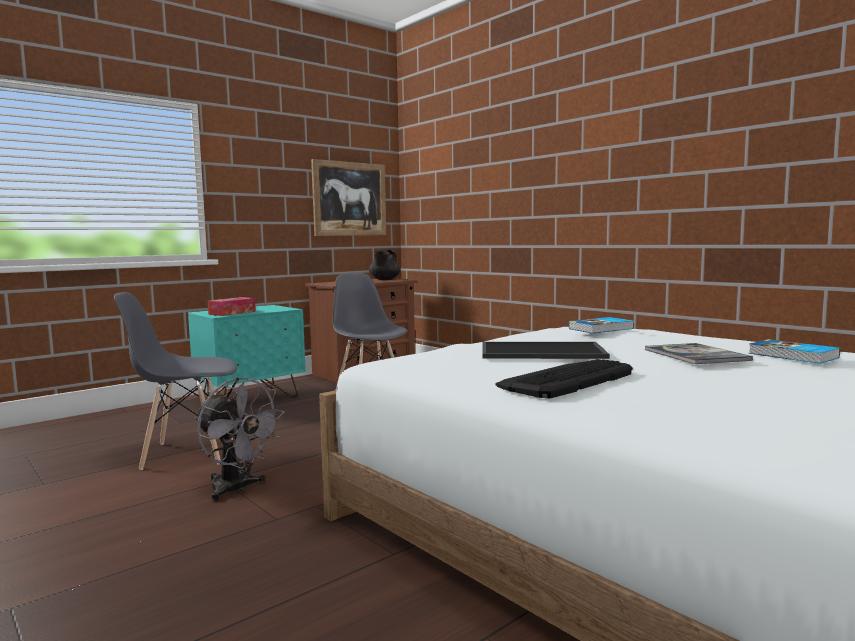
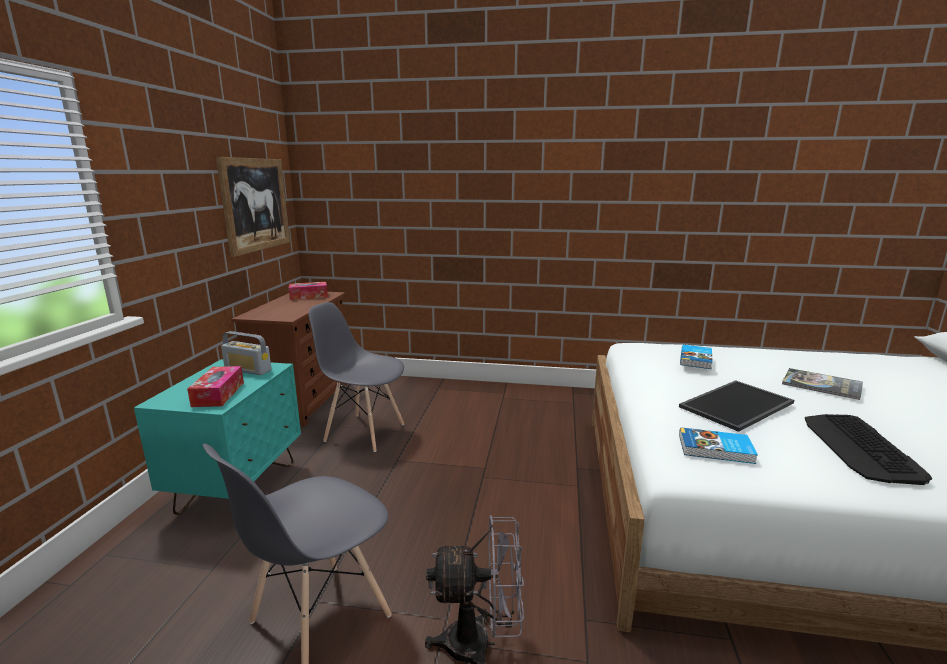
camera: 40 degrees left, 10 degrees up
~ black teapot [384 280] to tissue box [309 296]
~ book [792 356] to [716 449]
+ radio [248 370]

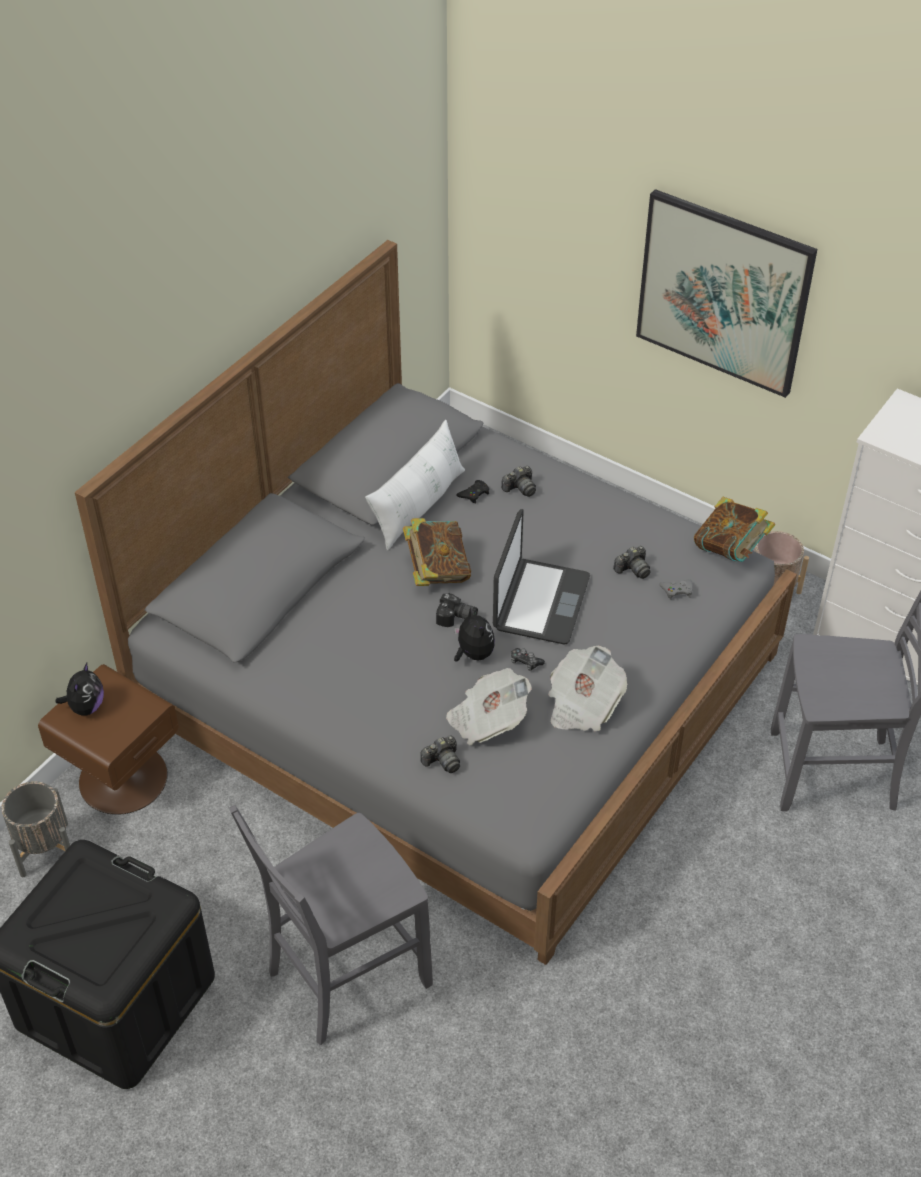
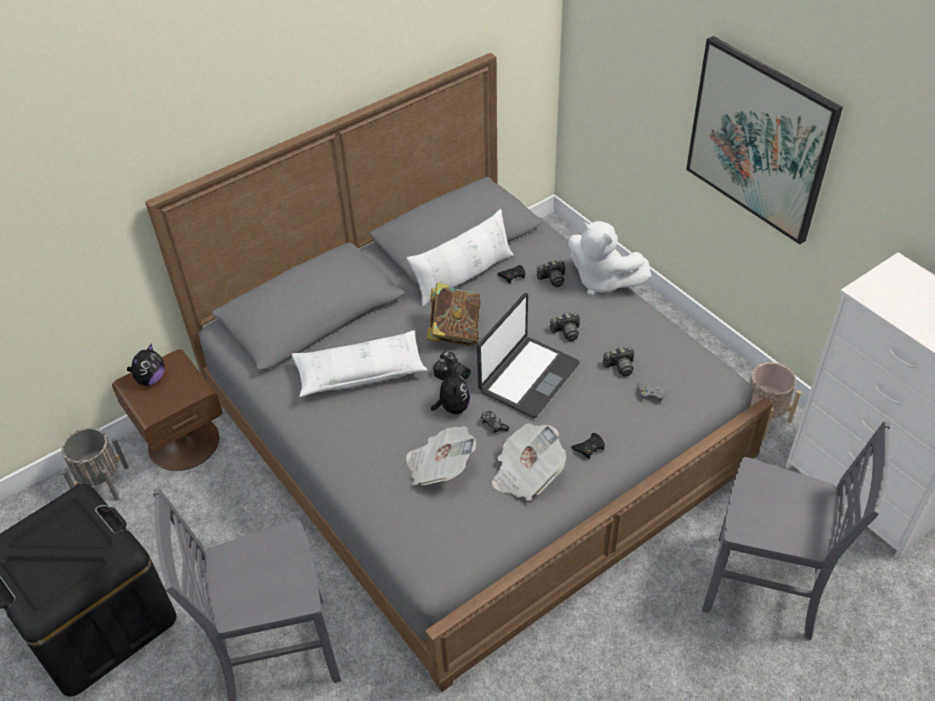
camera: 20 degrees right, 0 degrees up
~ photo camera [442 761] to [566 332]
- book [730 550]
+ white pillow [360 372]
+ white plush toy [602 281]
+ black game controller [589 447]

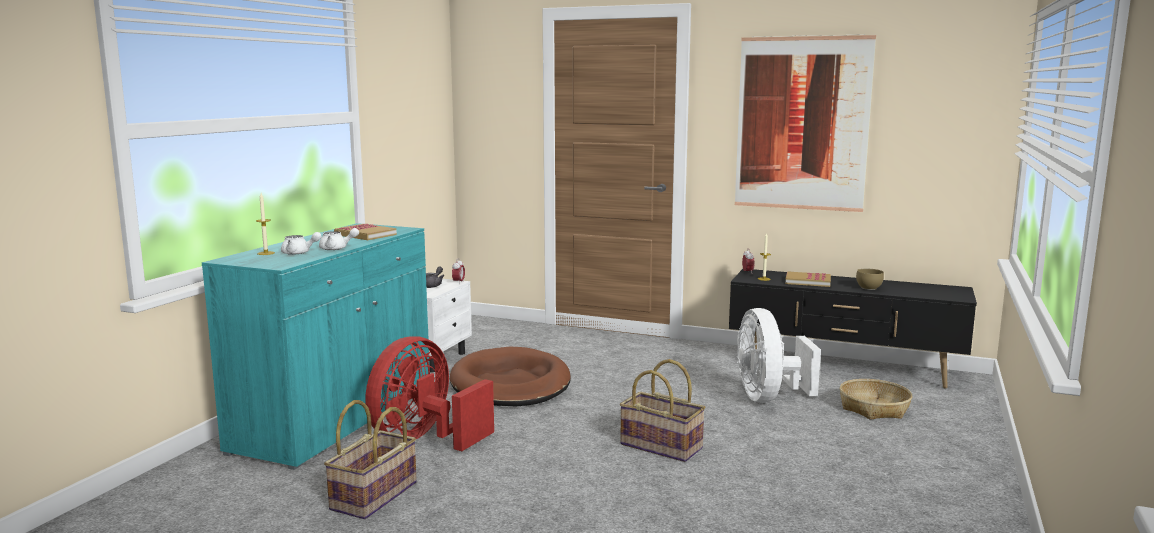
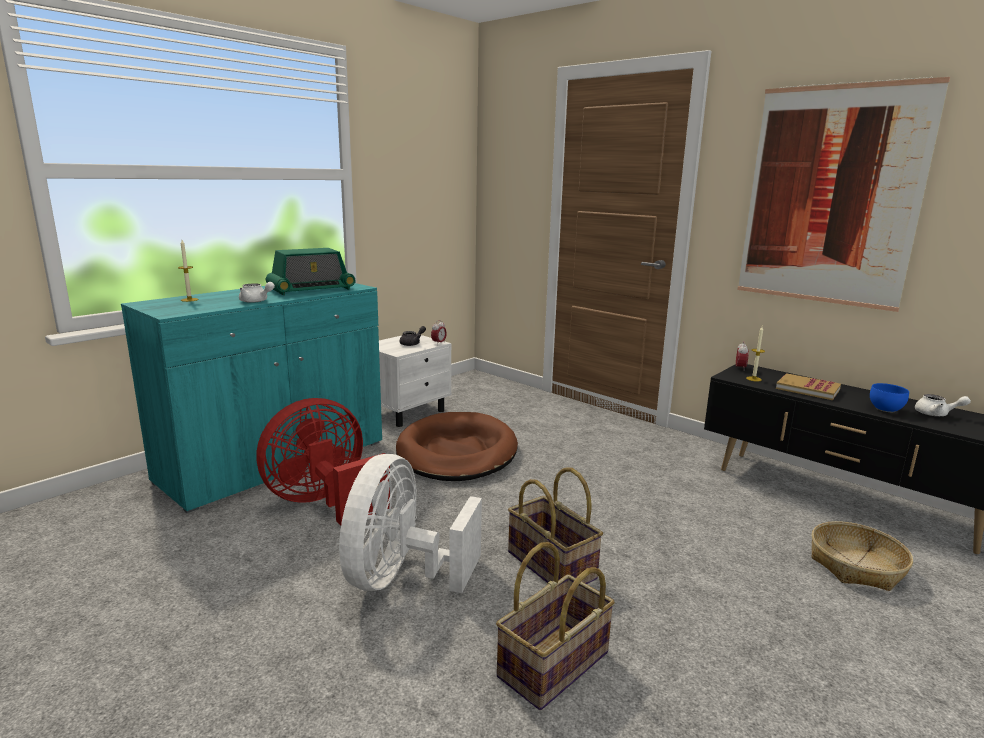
camera: 20 degrees right, 5 degrees up
~ white teapot [299 253] to [936 414]
~ basket [375 496] to [554 666]
~ book [365 235] to radio [311 289]
~ white fan [768 397] to [401 578]
~ brown bowl [869 288] to blue bowl [885 409]

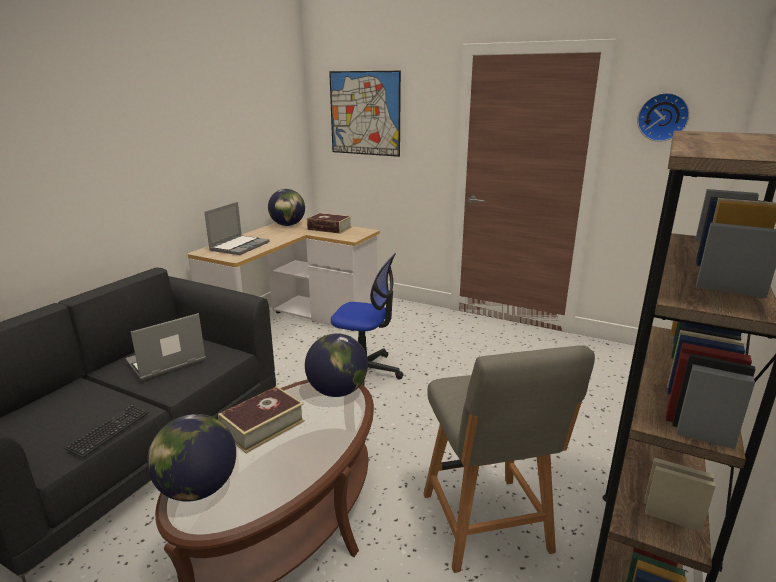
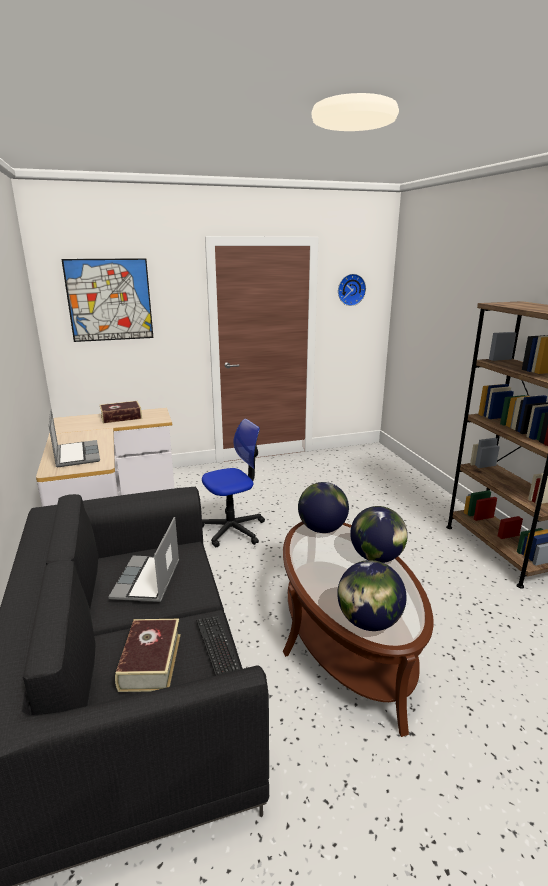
camera: 45 degrees left, 0 degrees up
~ book [263 426] to [150 661]
~ globe [288 225] to [376 557]
- grey chair [487 526]

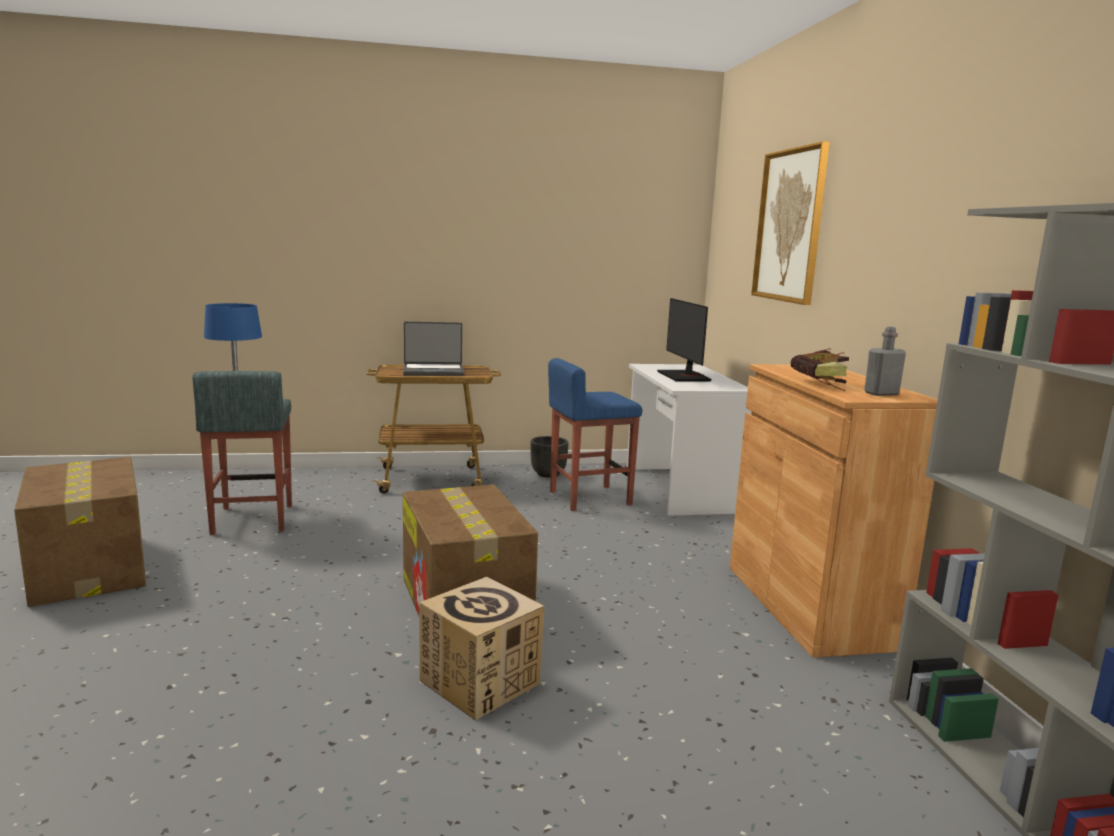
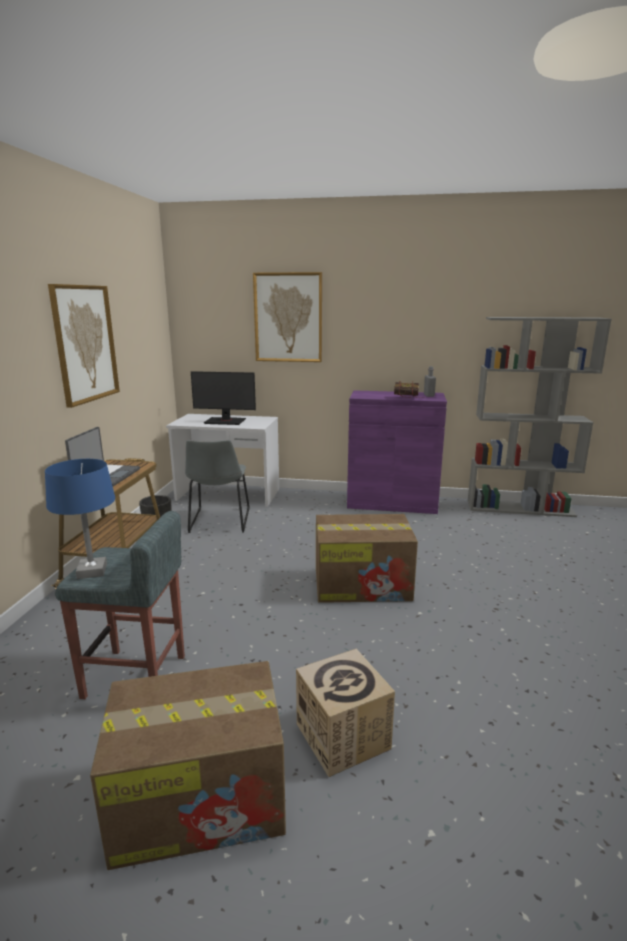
camera: 70 degrees left, 5 degrees up
~ cardboard box [480 682] to [342 736]
~ blue stool [588 498] to grey chair [219 521]
~ brown cabinet [808 605] to purple cabinet [392 503]
+ picture [85 344]

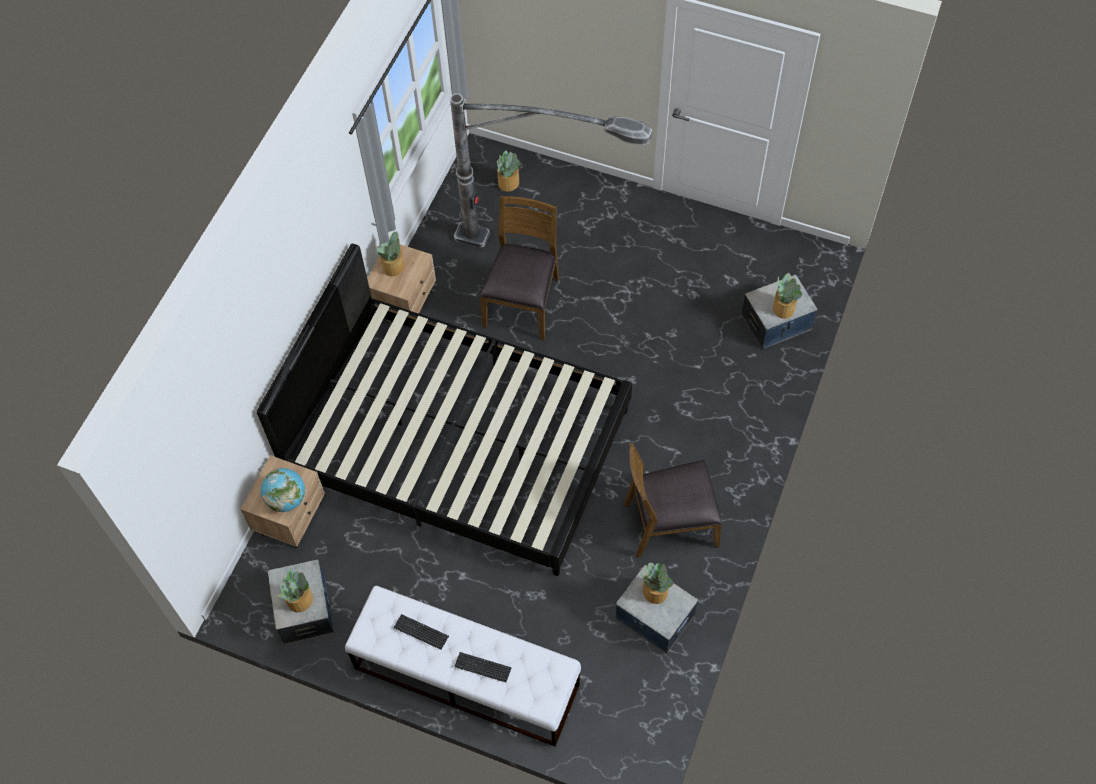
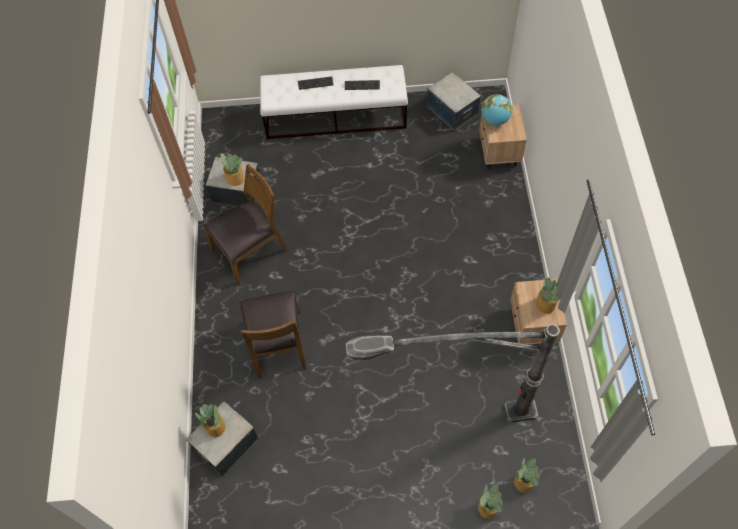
camera: 155 degrees right, 0 degrees up
- black bed [459 443]
~ potted plant [299 600] to [488 507]
~ brown chair [523 302] to [277 344]

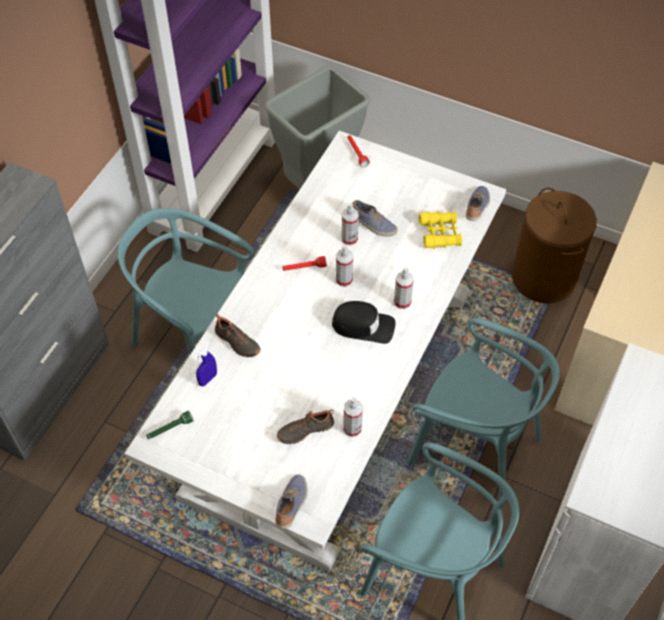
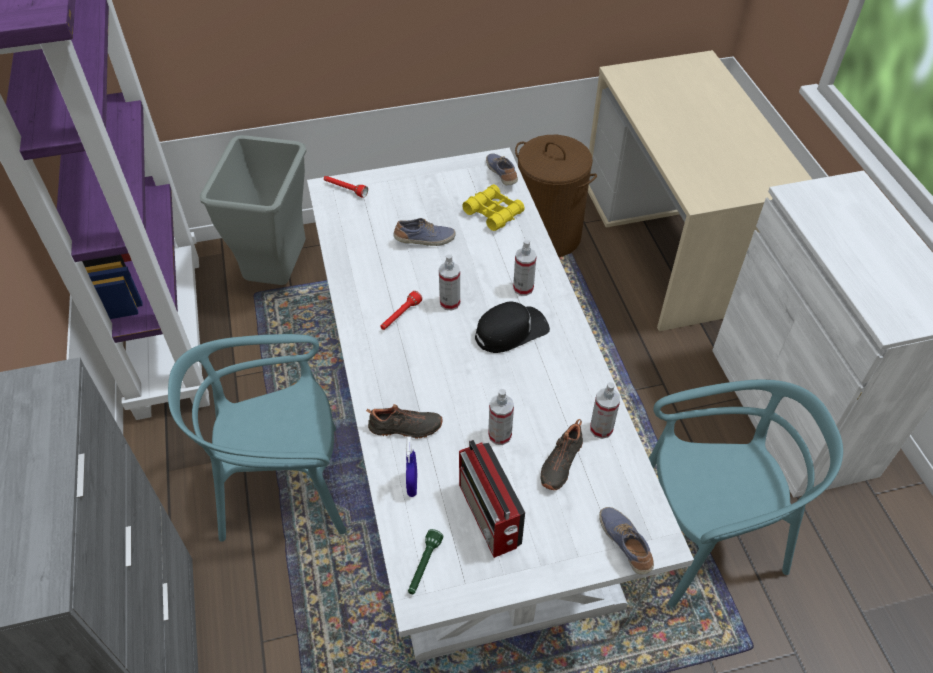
camera: 40 degrees left, 5 degrees down
~ spray bottle [349 239] to [500 435]
- turquoise chair [474 446]
+ radio [489 517]

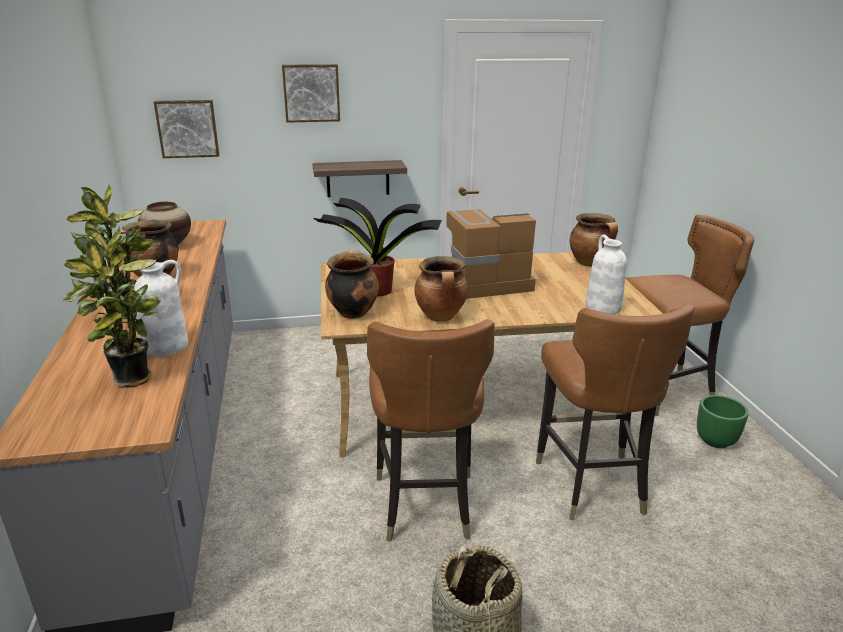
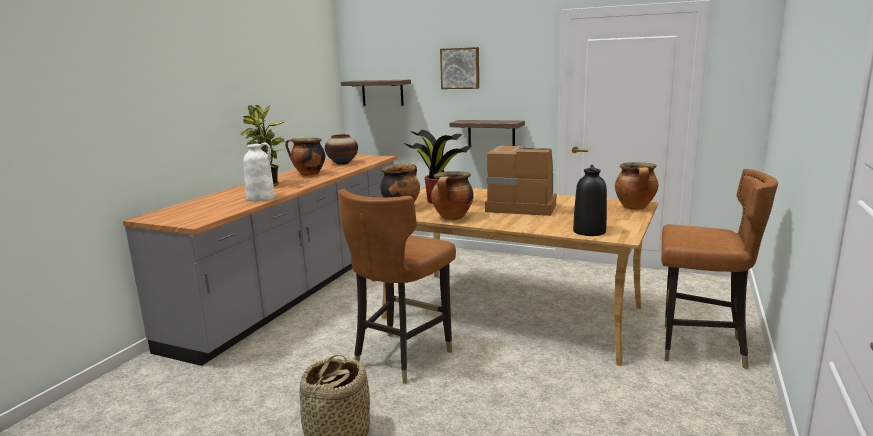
camera: 35 degrees right, 10 degrees down
- potted plant [132 381]
~ picture [187 128] to shelf [382 92]
- brown chair [591 484]
~ white vase [602 307] to black vase [589 231]
- green planter [716 441]

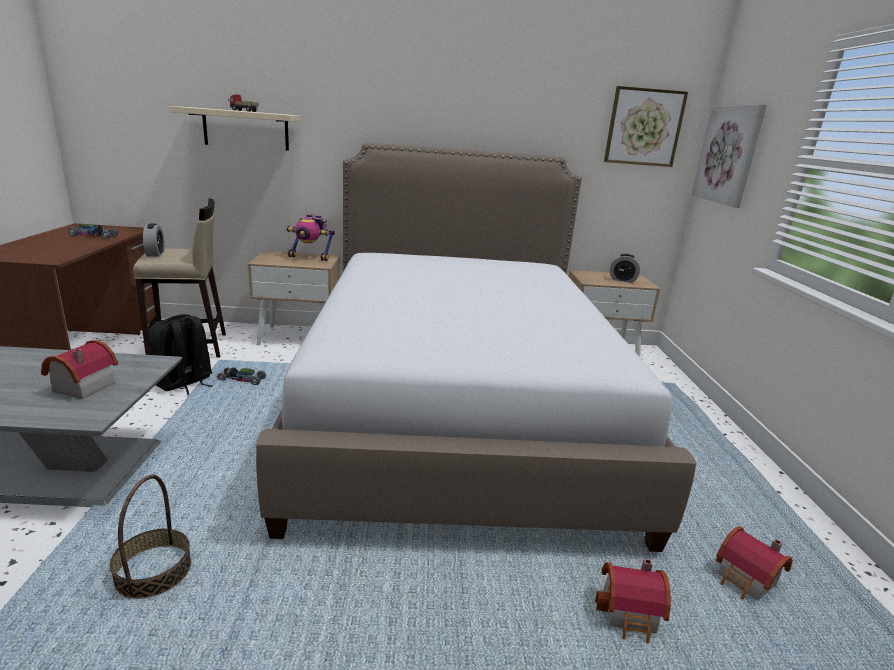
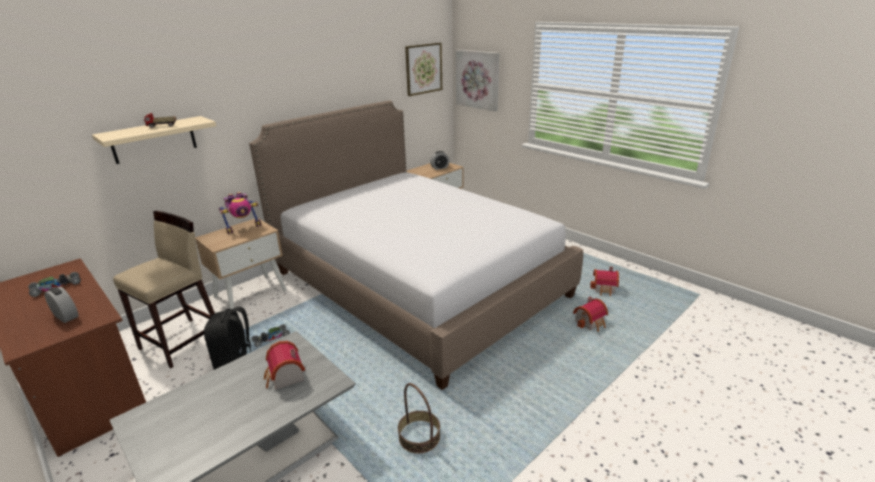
camera: 40 degrees left, 5 degrees up
~ alarm clock [155 254] to [66 316]

